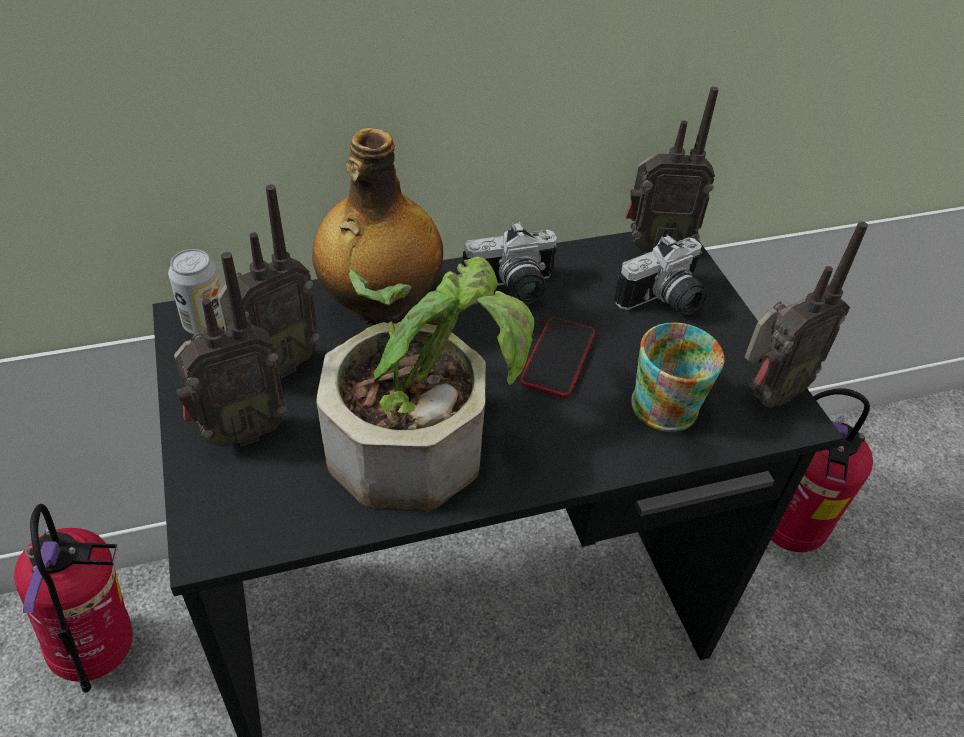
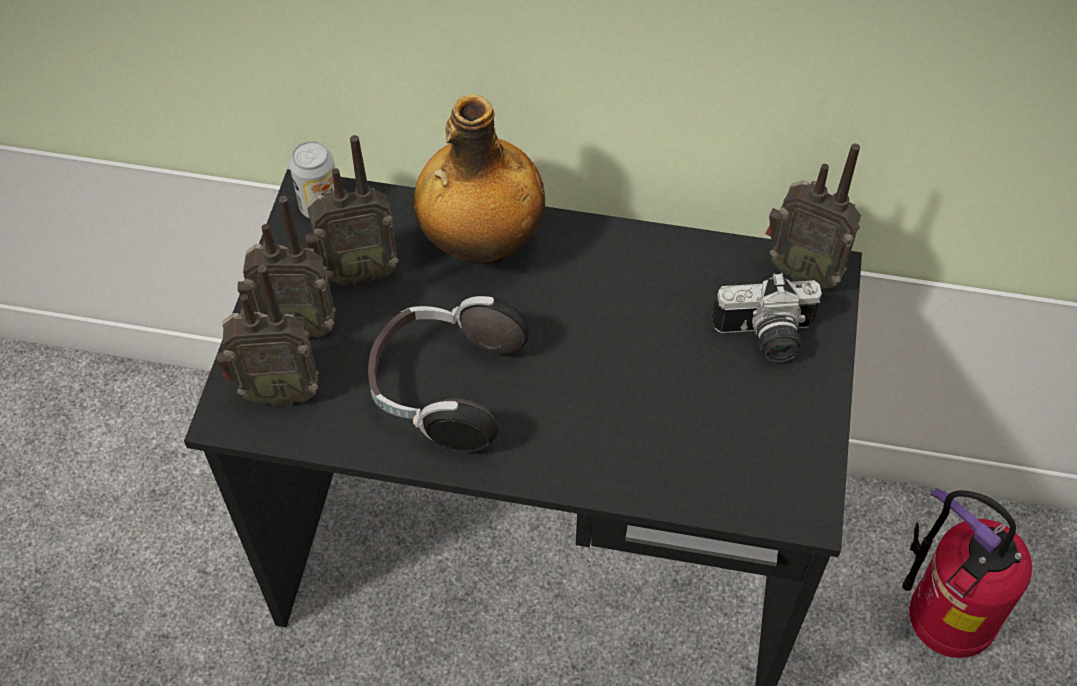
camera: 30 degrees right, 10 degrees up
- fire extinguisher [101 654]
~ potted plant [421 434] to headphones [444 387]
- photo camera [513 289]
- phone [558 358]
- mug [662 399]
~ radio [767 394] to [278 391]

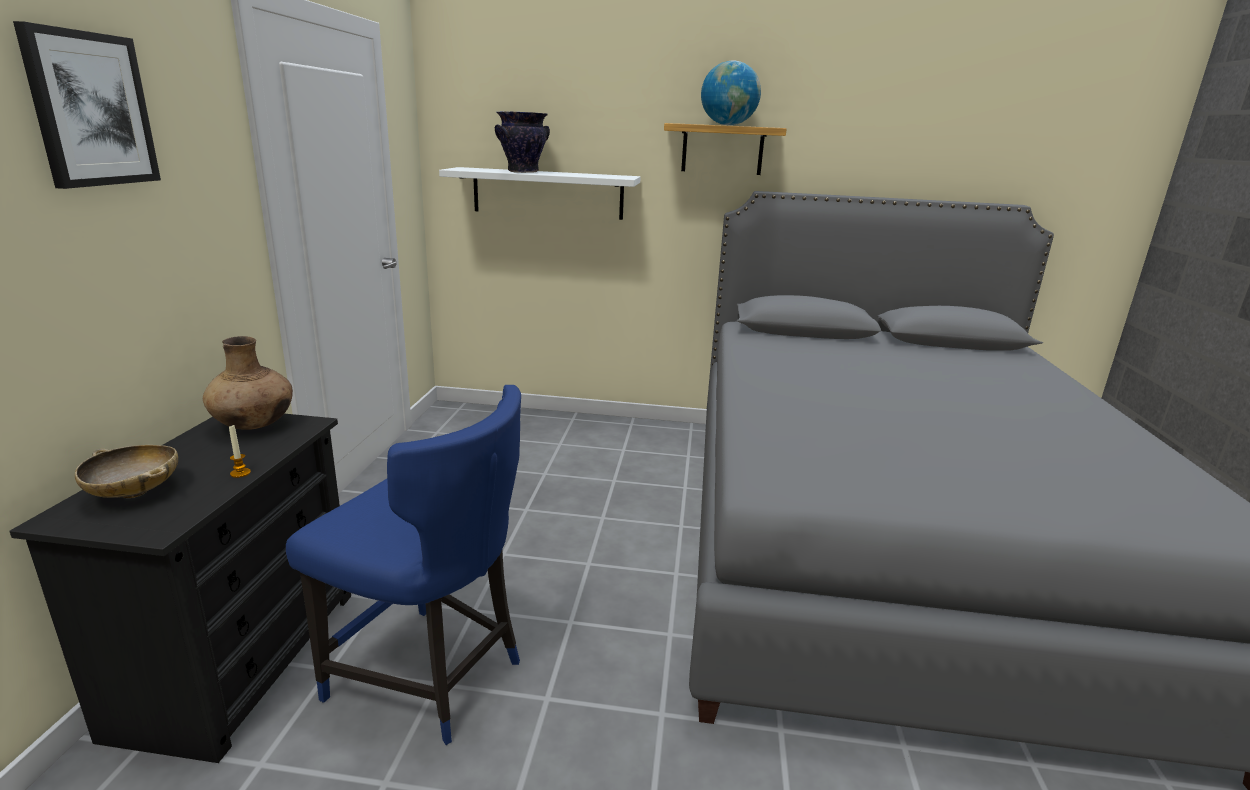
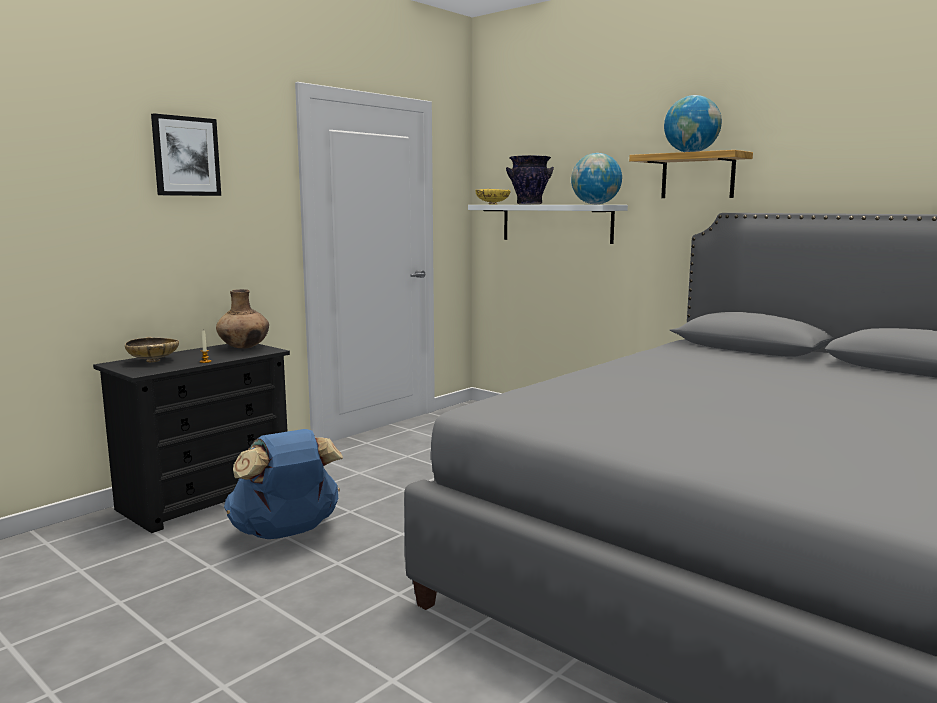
camera: 35 degrees right, 10 degrees down
~ blue chair [431 677] to blue backpack [286 533]
+ yellow bowl [492 204]
+ globe [595 204]

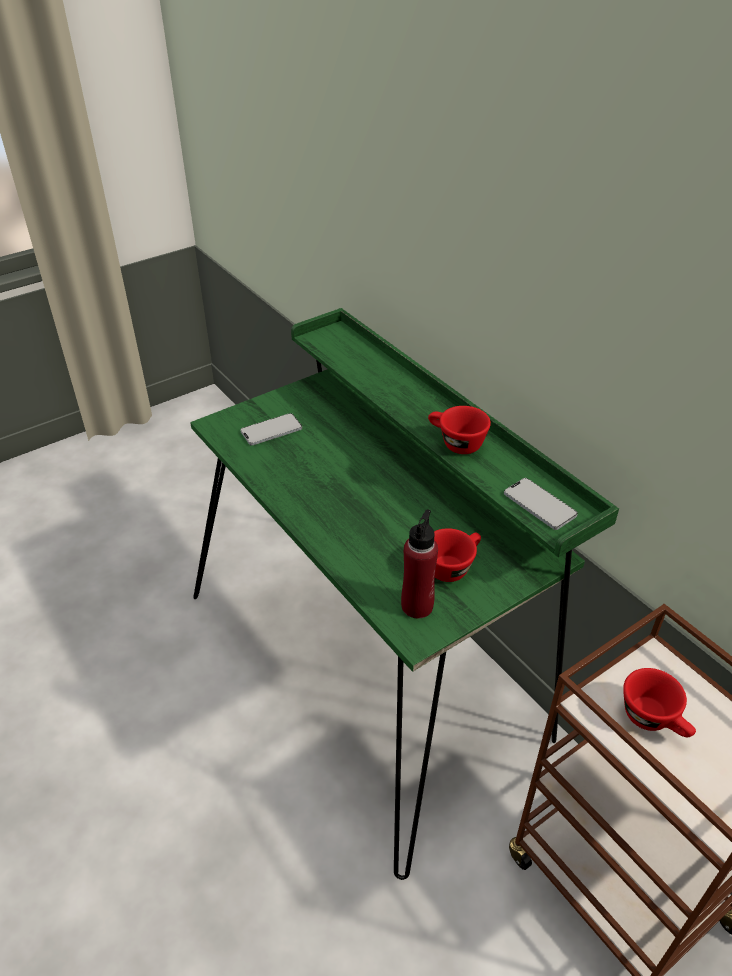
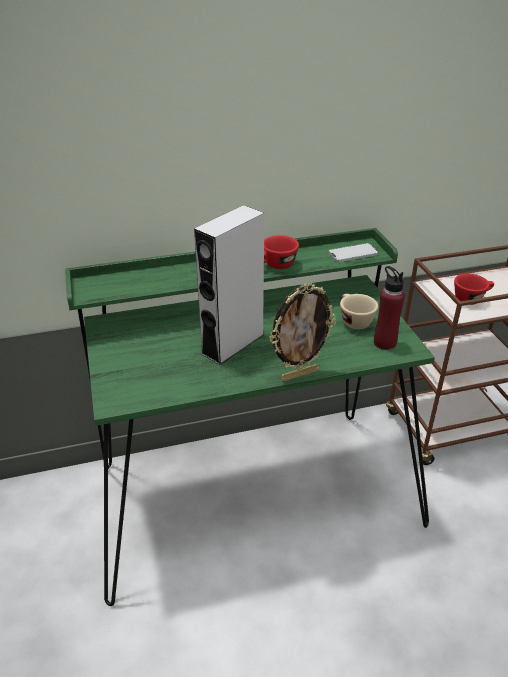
camera: 70 degrees left, 5 degrees down
- phone [271 430]
~ red cup [452 566] to beige cup [353 320]
+ grey speaker [233 344]
+ picture frame [299 374]

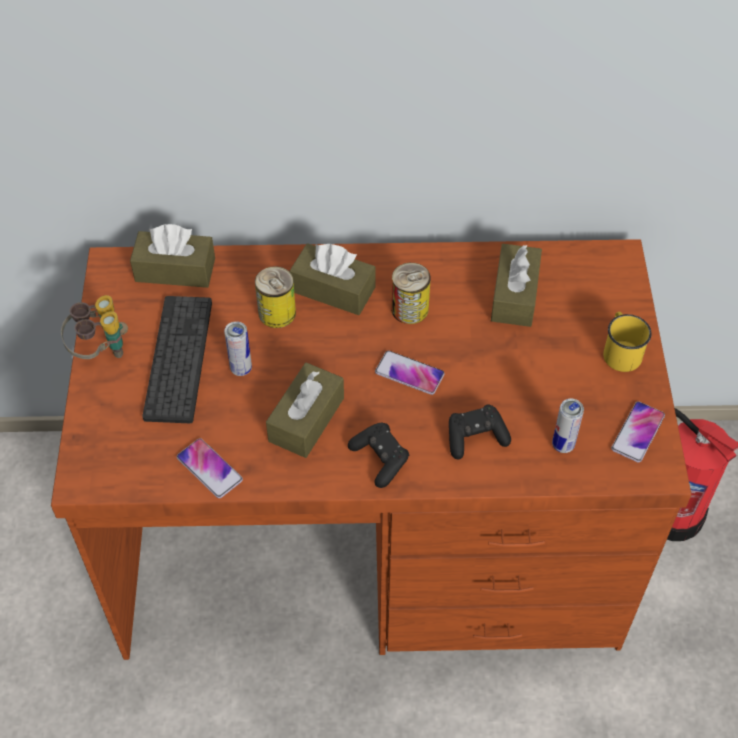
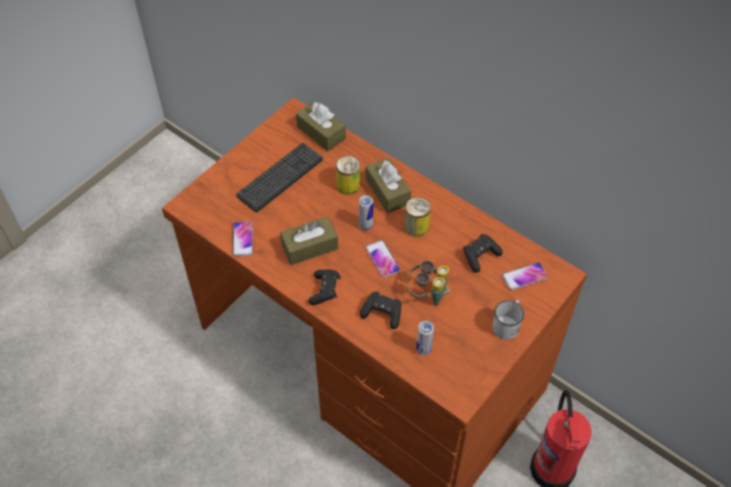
camera: 40 degrees right, 0 degrees up
~ binoculars [100 350] to [428 294]
~ can [241 369] to [366 225]
~ brown tissue box [514 295] to black game controller [480 256]
~ yellow mug [620 351] to white mug [507 324]
~ phone [638 432] to [524 276]

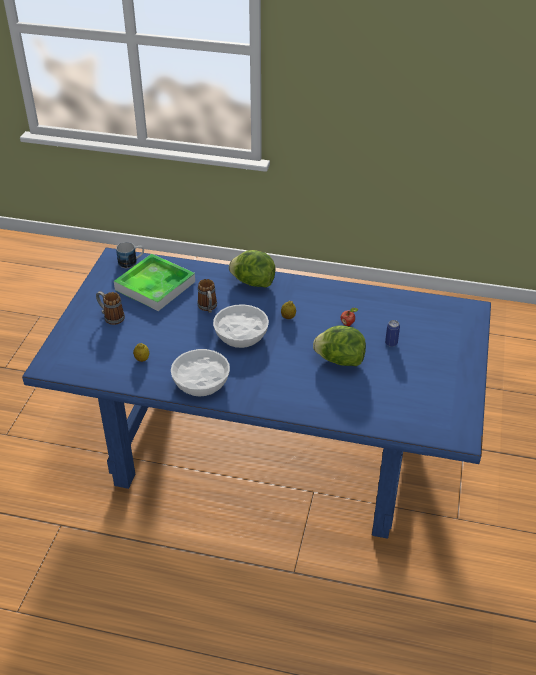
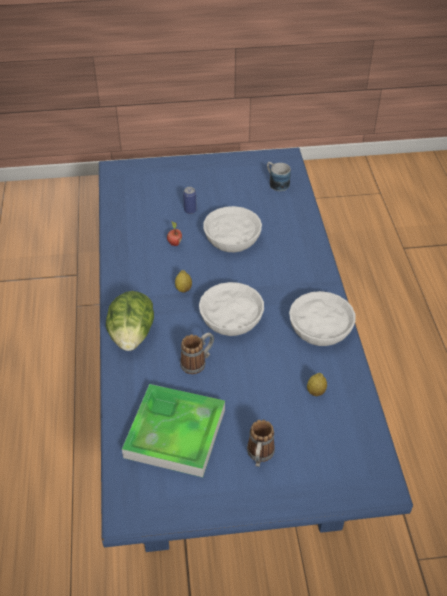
camera: 110 degrees left, 5 degrees up
~ mug [131 262] to [276 183]
~ lettuce [339 360] to white bowl [232 238]

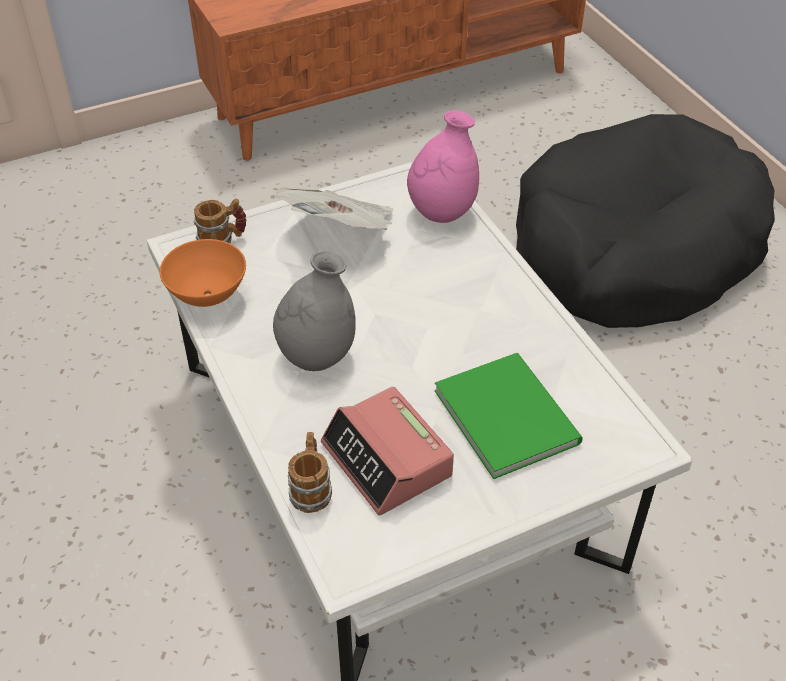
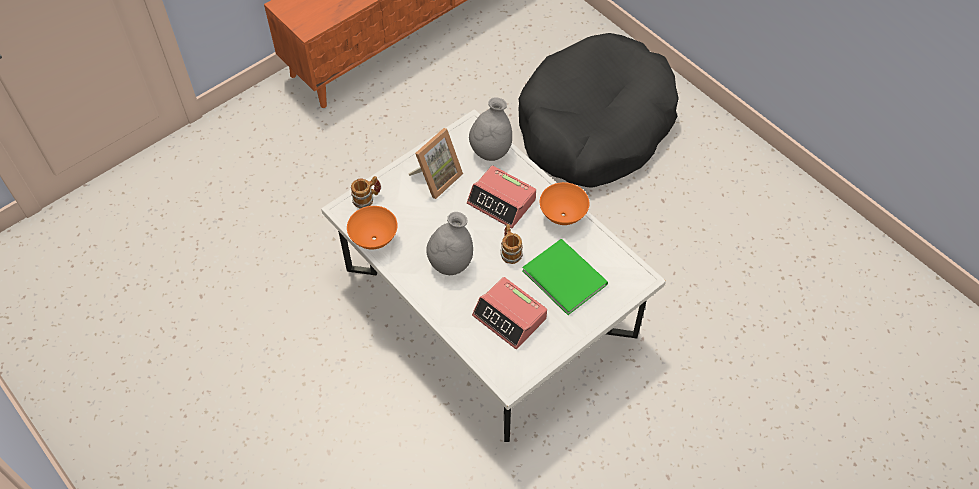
camera: 15 degrees left, 10 degrees up
~ newspaper [341 232] to picture frame [436 178]
~ mug [311 488] to [510 251]
~ pink vase [442 212] to grey vase [491 151]
+ alarm clock [502 202]
+ orange bowl [562 215]

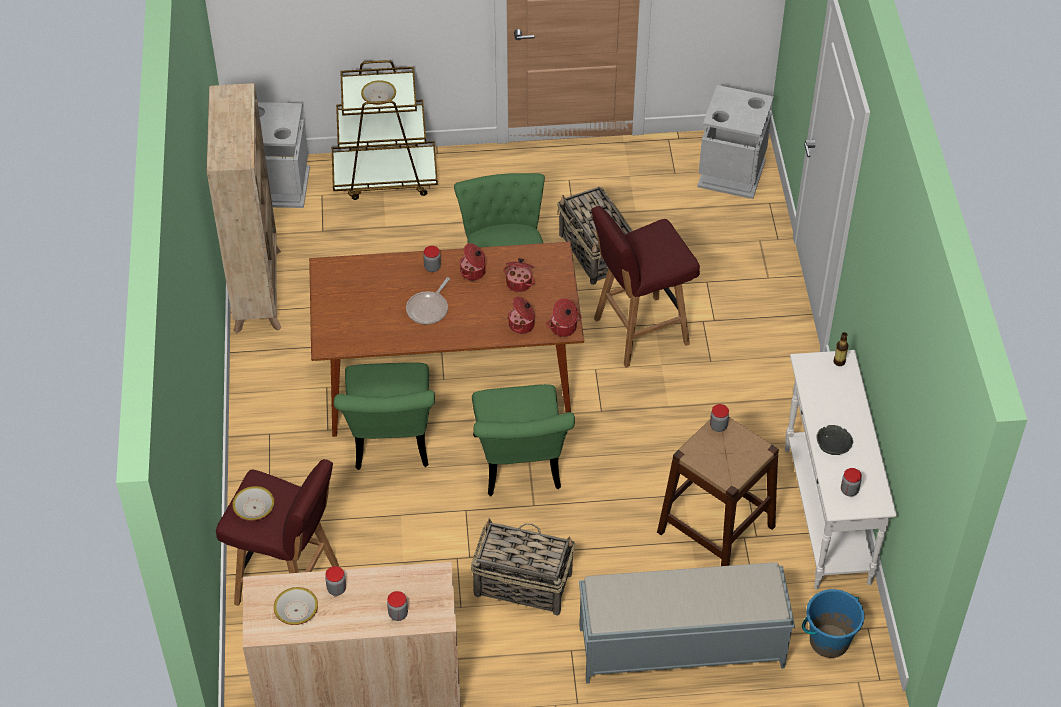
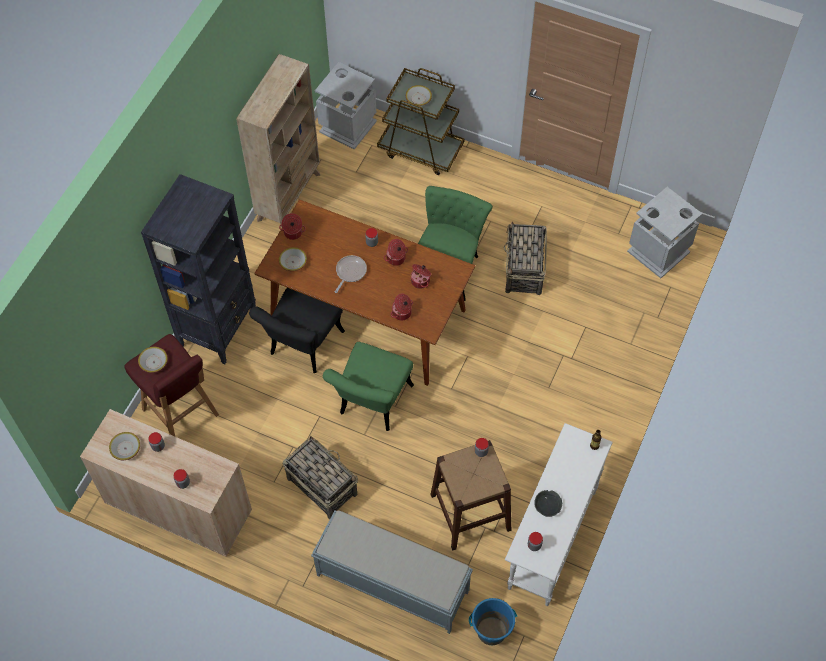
camera: 30 degrees right, 10 degrees up
~ green chair [390 445] to black chair [302 347]
~ frying pan [429 309] = [350 272] 150 degrees clockwise
~ cooking pot [563 328] to [293 233]
- red stool [638 332]
+ black bookcase [218 328]
+ bowl [293 262]

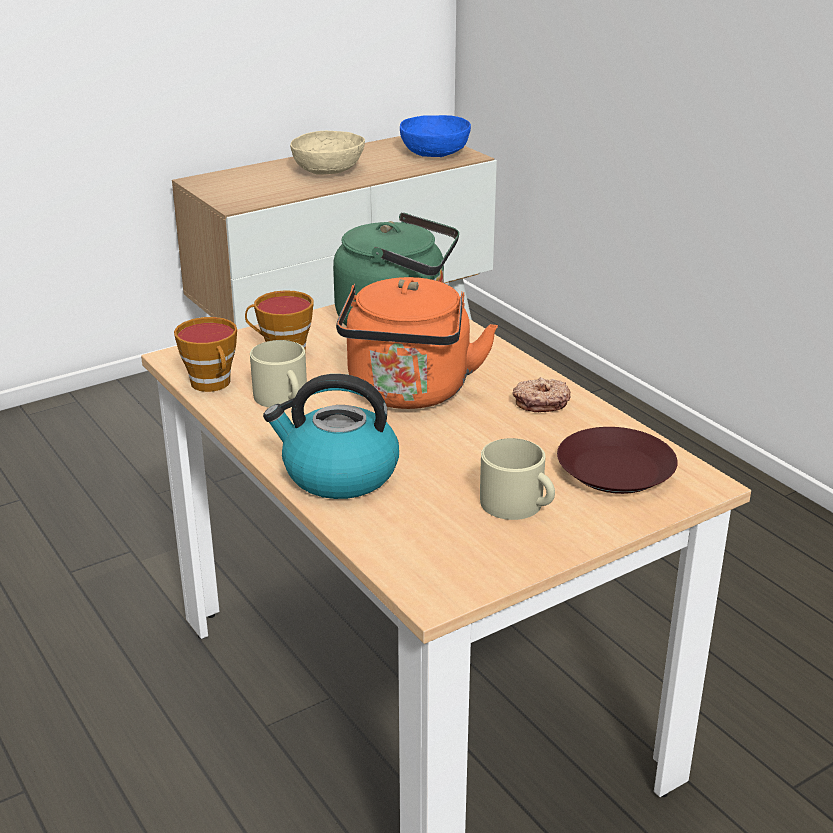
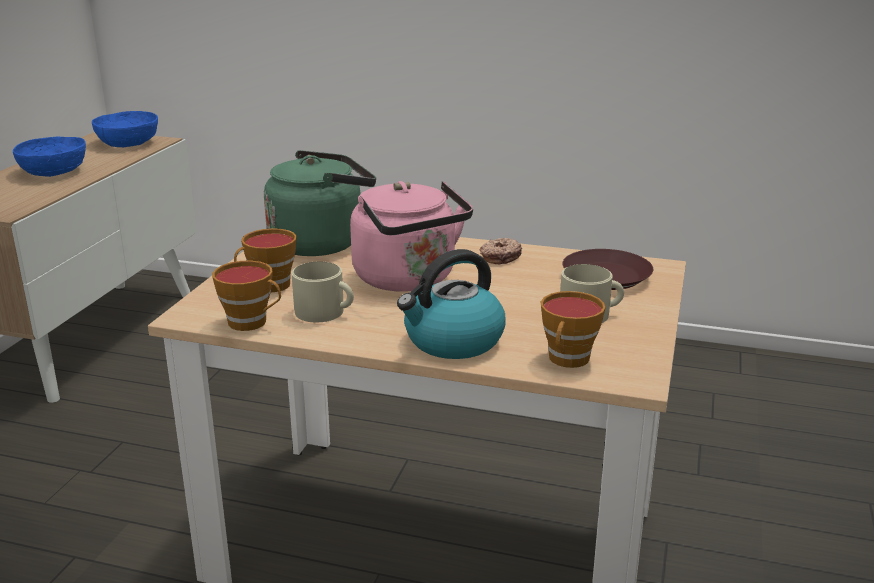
camera: 40 degrees left, 5 degrees down
~ beige bowl [328 170] to blue bowl [54 172]
~ orange kettle [408 393] to pink kettle [409 280]
+ cup [568 360]

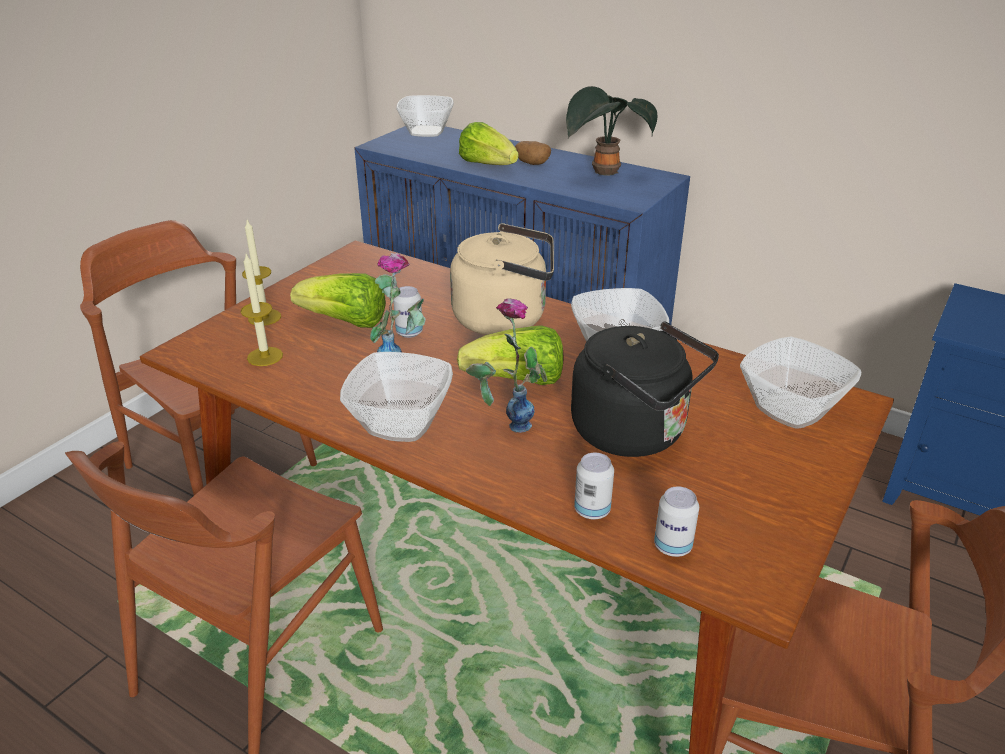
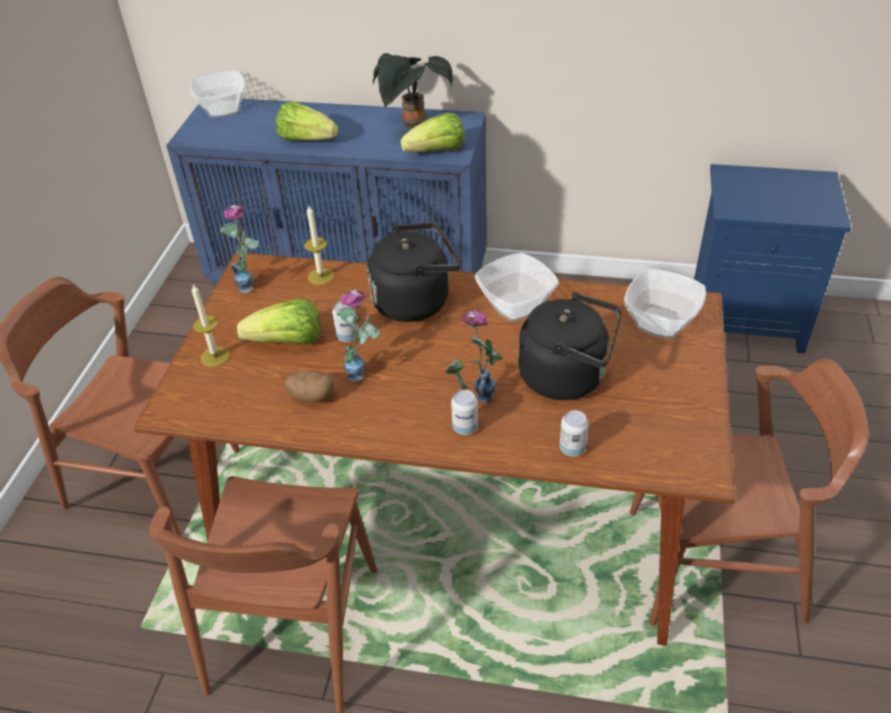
camera: 20 degrees left, 10 degrees up
~ candle [265 356] to [321 276]
- bowl [400 422]
~ beige kettle [505 319] to black kettle [416 300]
~ lettuce [517 381] to [437 152]
~ potato [532 163] to [311 396]
~ can [672 546] to [465 427]
+ vase [251 282]

